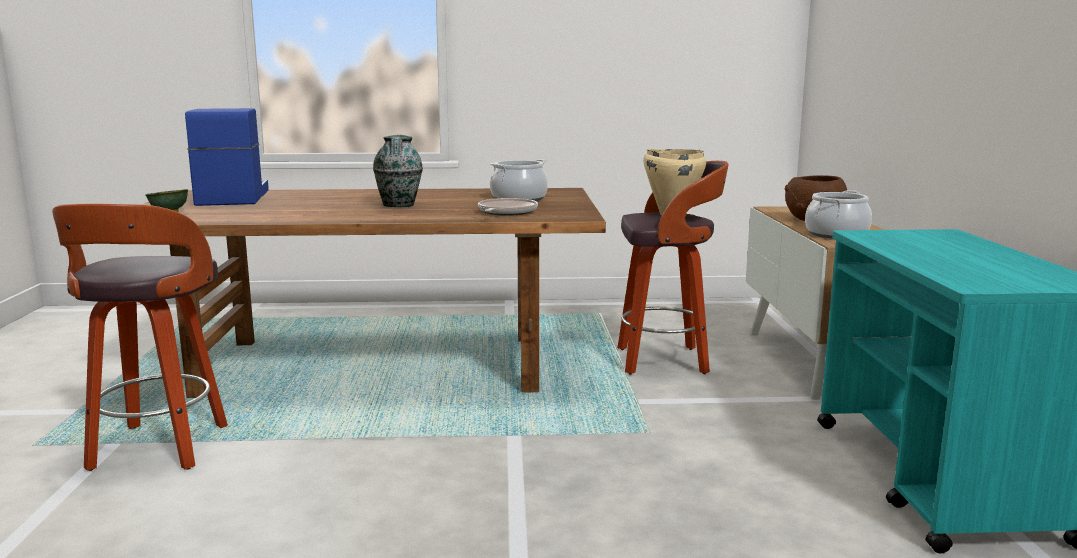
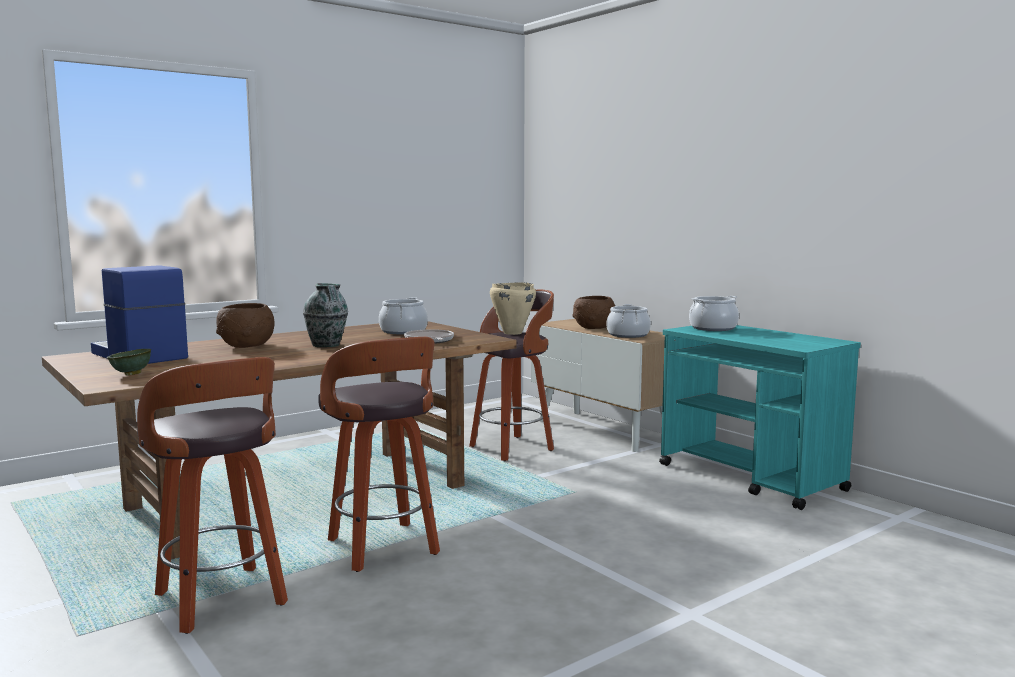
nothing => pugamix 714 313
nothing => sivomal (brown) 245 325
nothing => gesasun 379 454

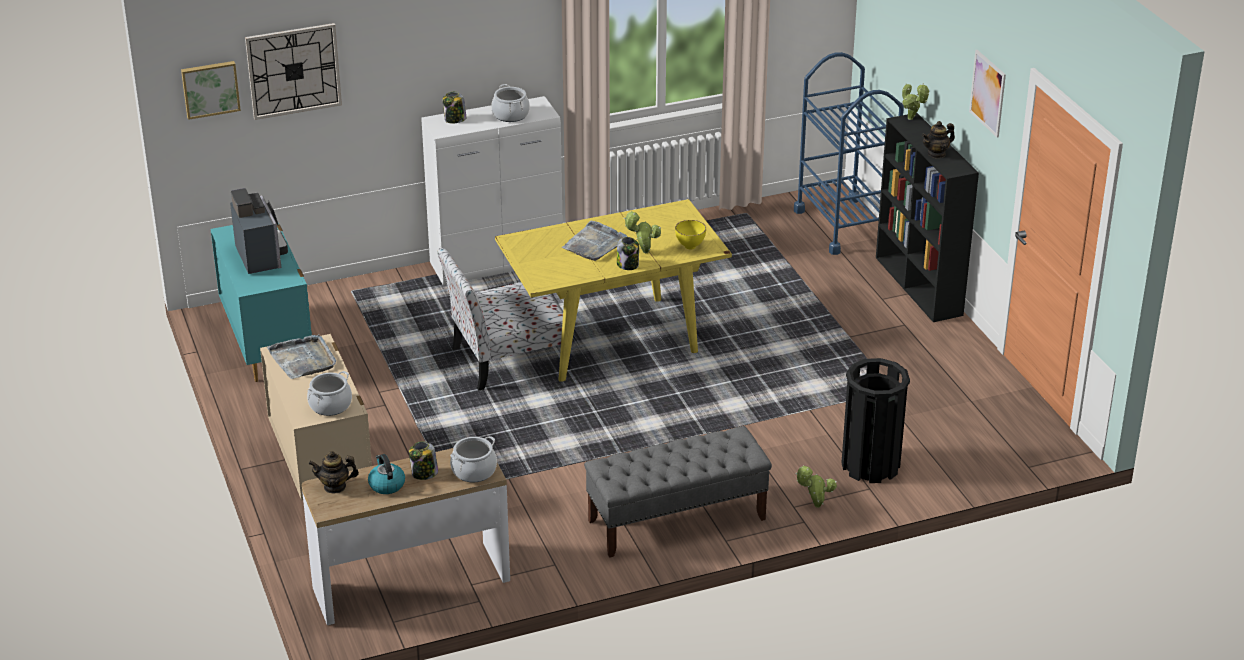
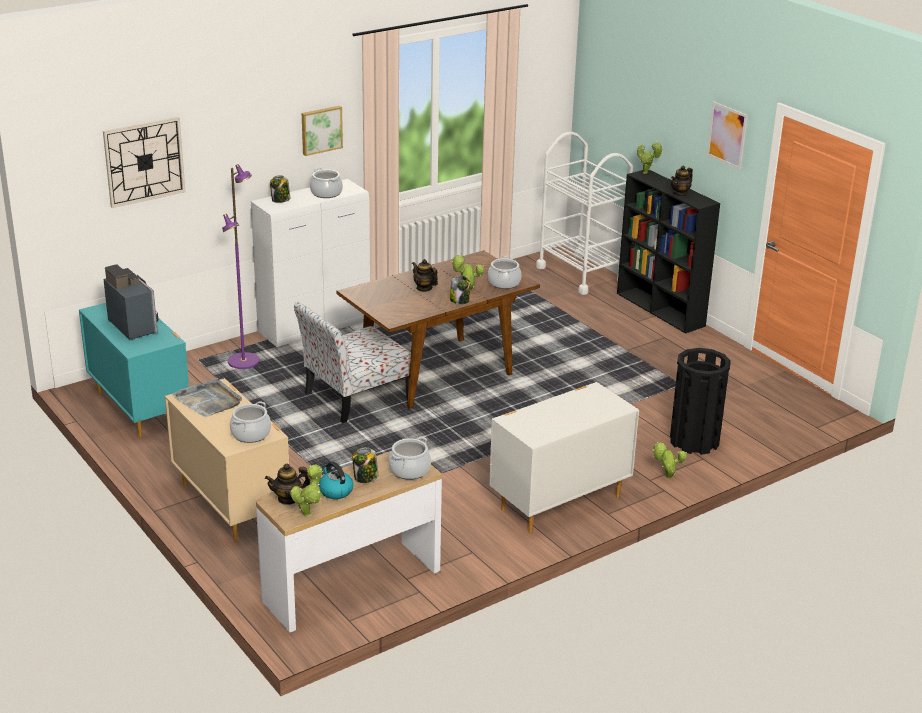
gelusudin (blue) 849 153 => gelusudin (white) 584 213
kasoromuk 211 90 => kasoromuk 322 131, shifted
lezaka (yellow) 613 290 => lezaka (brown) 438 329
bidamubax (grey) 594 240 => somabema 425 275
sivomal (yellow) 690 234 => pugamix 504 272
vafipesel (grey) 678 492 => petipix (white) 564 458
nothing => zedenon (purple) 240 266
nothing => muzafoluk 306 490

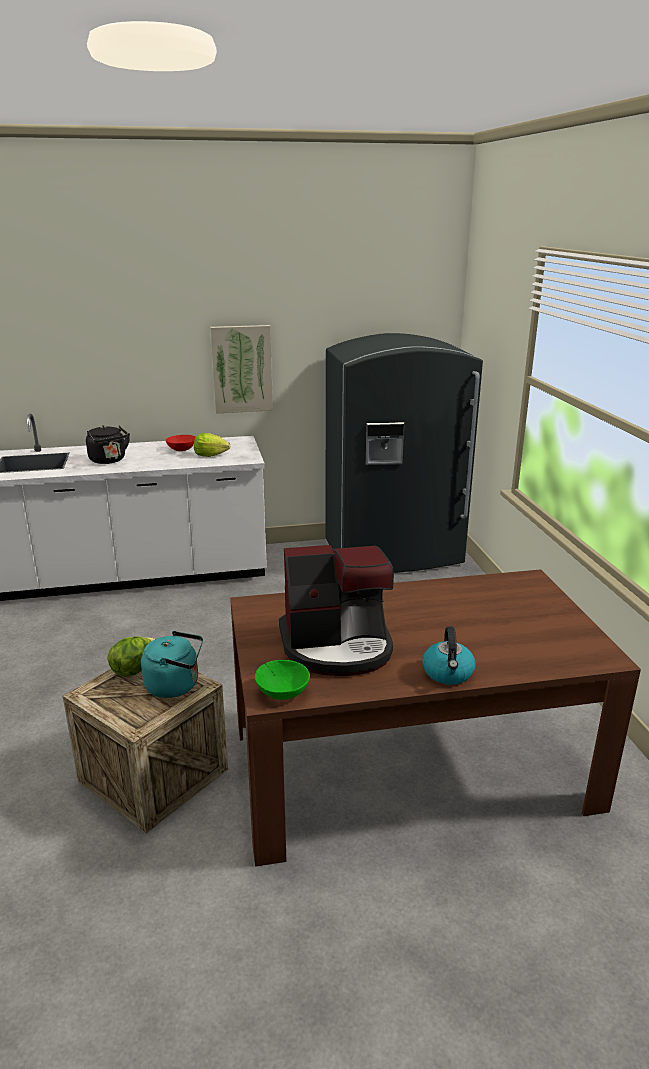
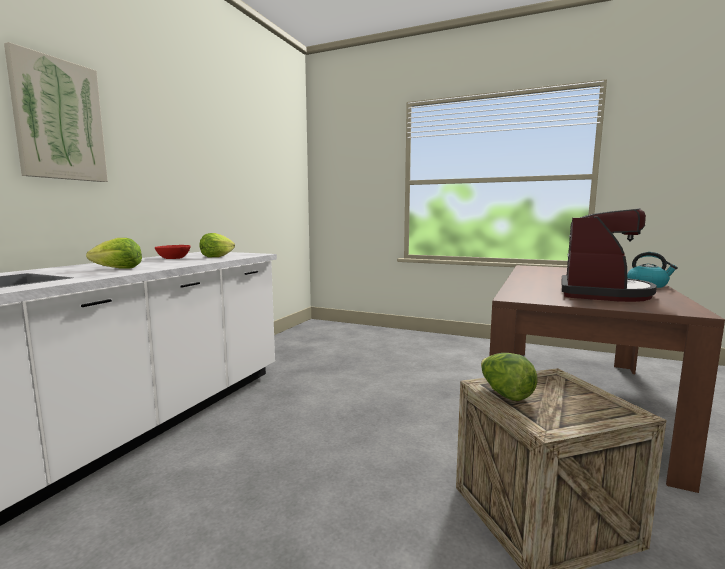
kasoromuk 241 369 => kasoromuk 56 112, shifted
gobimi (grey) 404 453 => nothing
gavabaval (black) 108 444 => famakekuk 114 253
gavabaval (turquoise) 172 664 => nothing
sivomal (green) 282 680 => nothing

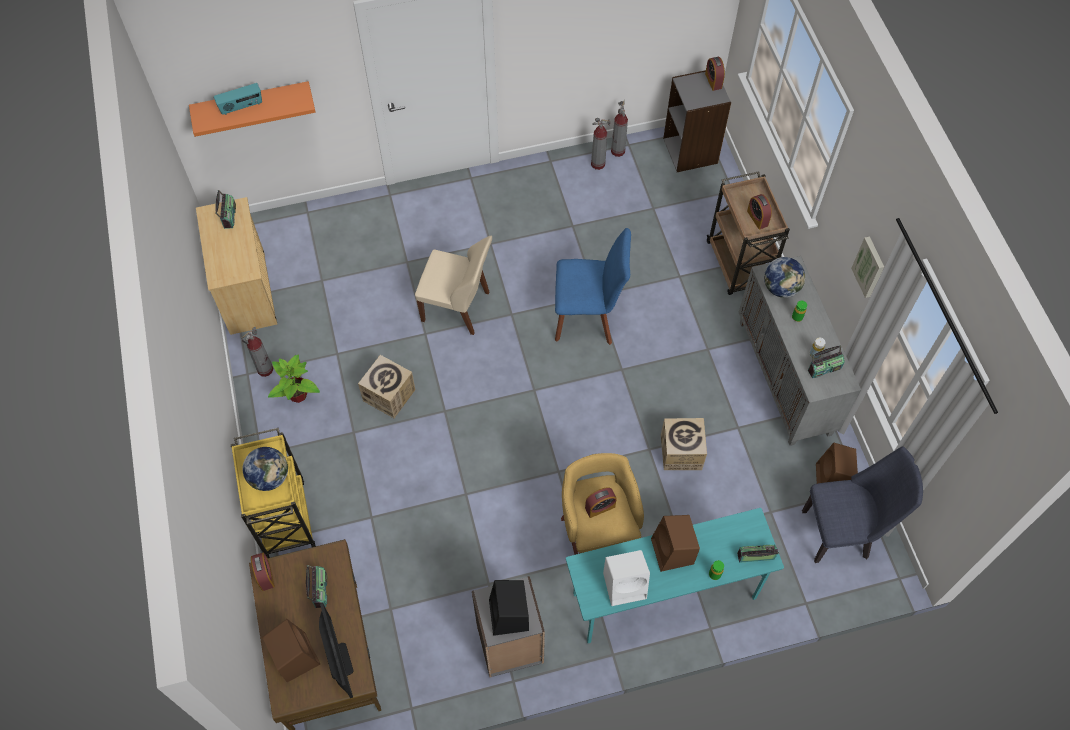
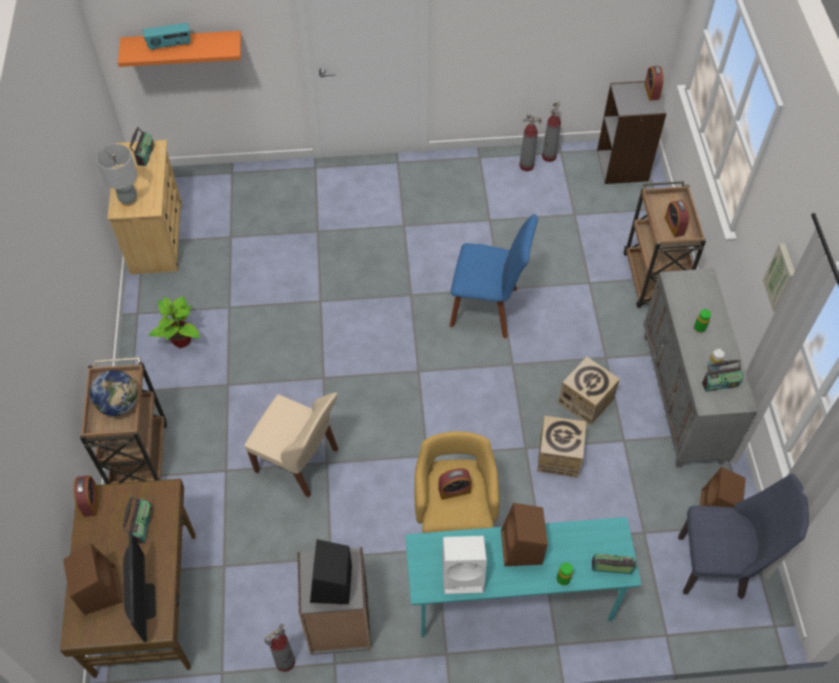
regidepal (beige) 453 285 => regidepal (beige) 291 445, shifted
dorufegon 785 277 => nothing
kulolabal 257 352 => kulolabal 279 647, shifted
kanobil 386 386 => kanobil 589 391, shifted
gelusudin (yellow) 273 493 => gelusudin (brown) 123 420
nothing => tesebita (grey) 117 175

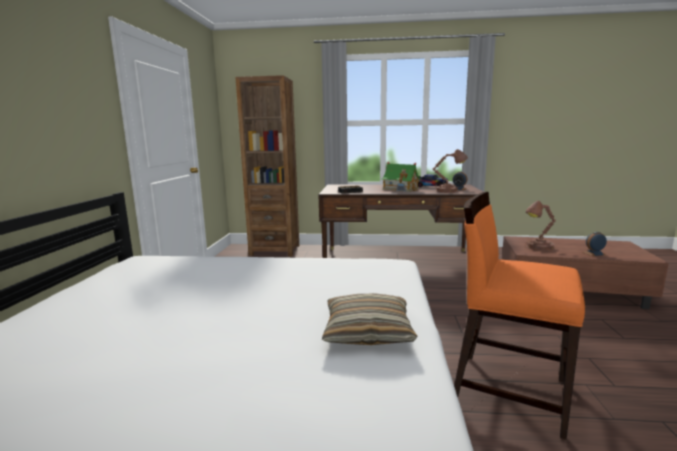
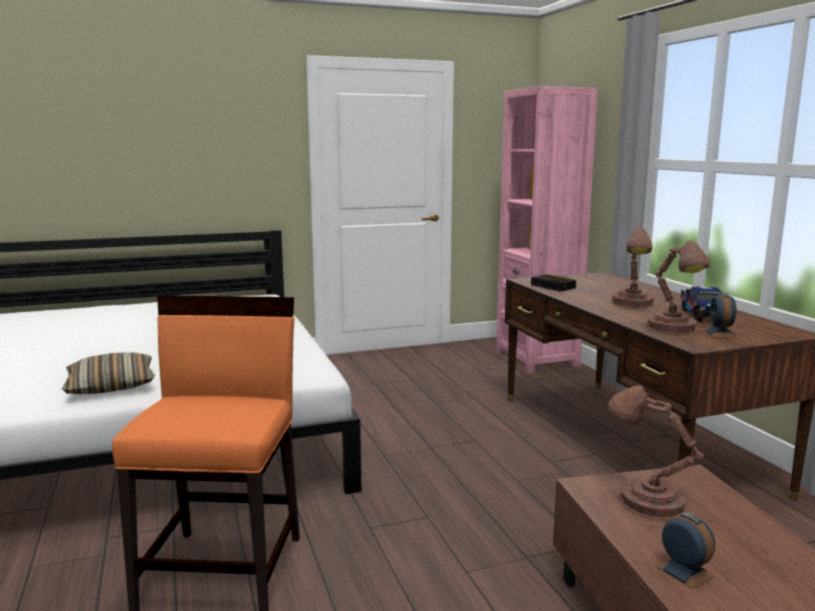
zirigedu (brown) 267 165 => zirigedu (pink) 547 229
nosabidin 400 177 => tesebita (brown) 633 267

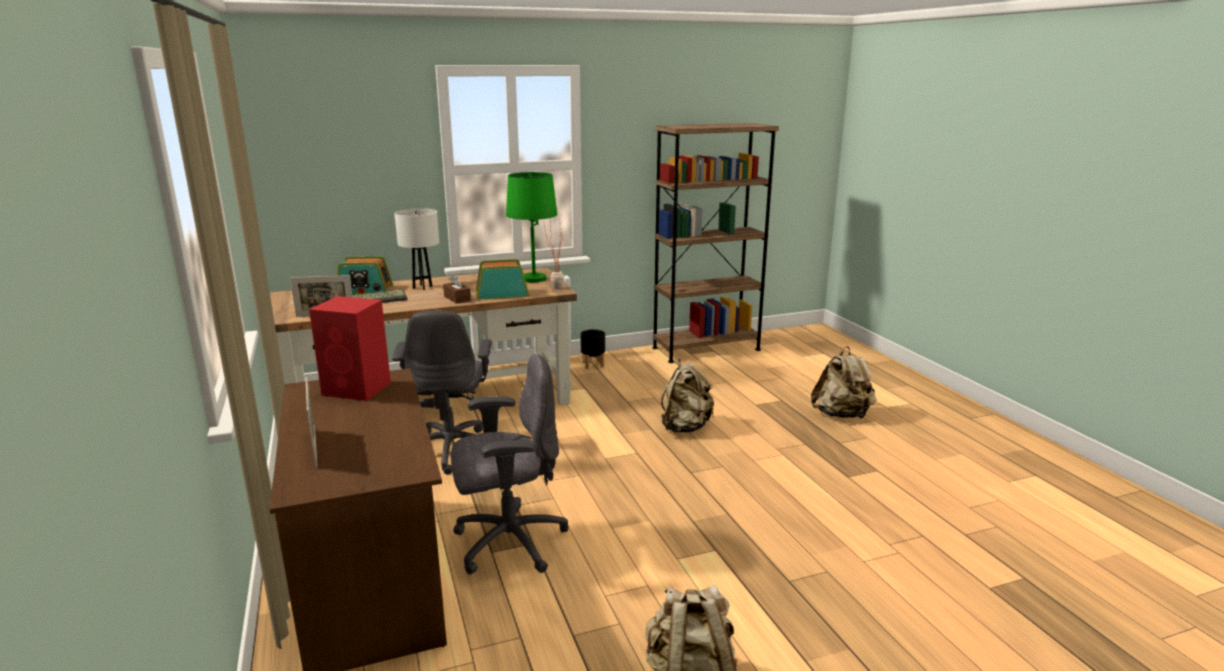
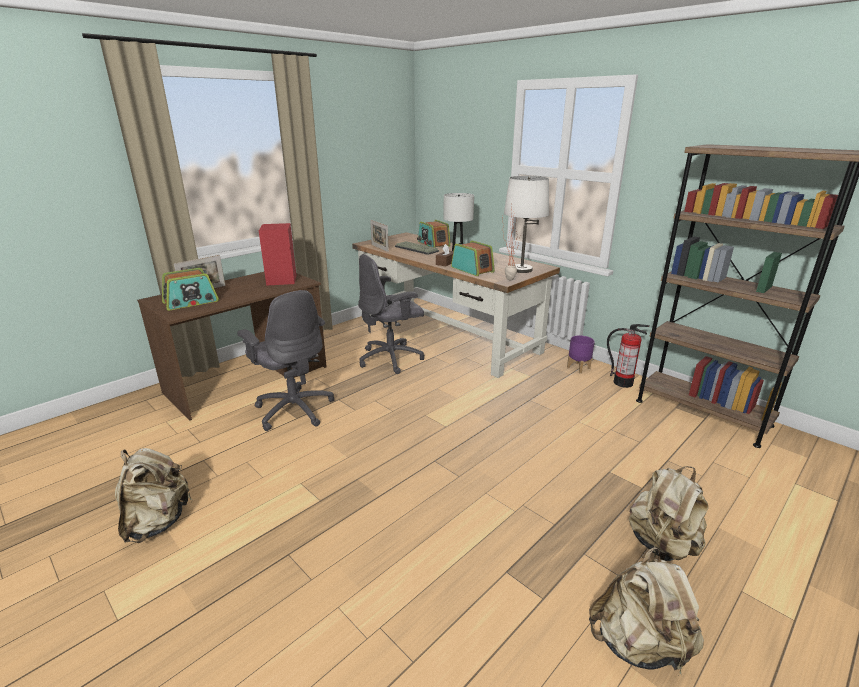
tesebita (green) 532 227 => tesebita (white) 526 224
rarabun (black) 592 349 => rarabun (purple) 581 354
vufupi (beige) 687 395 => vufupi (beige) 646 611, shifted
nothing => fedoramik 190 289
nothing => kulolabal 628 356

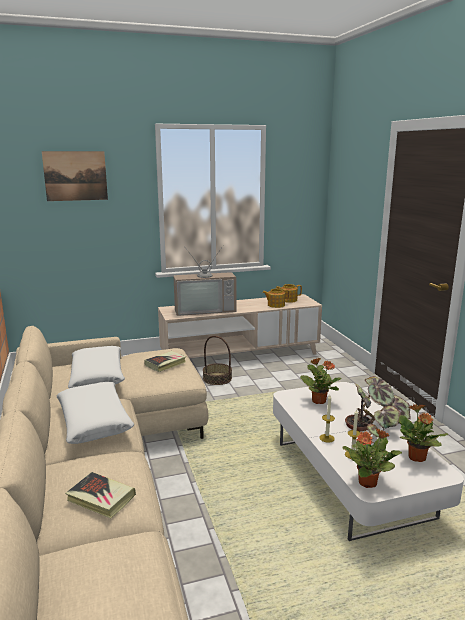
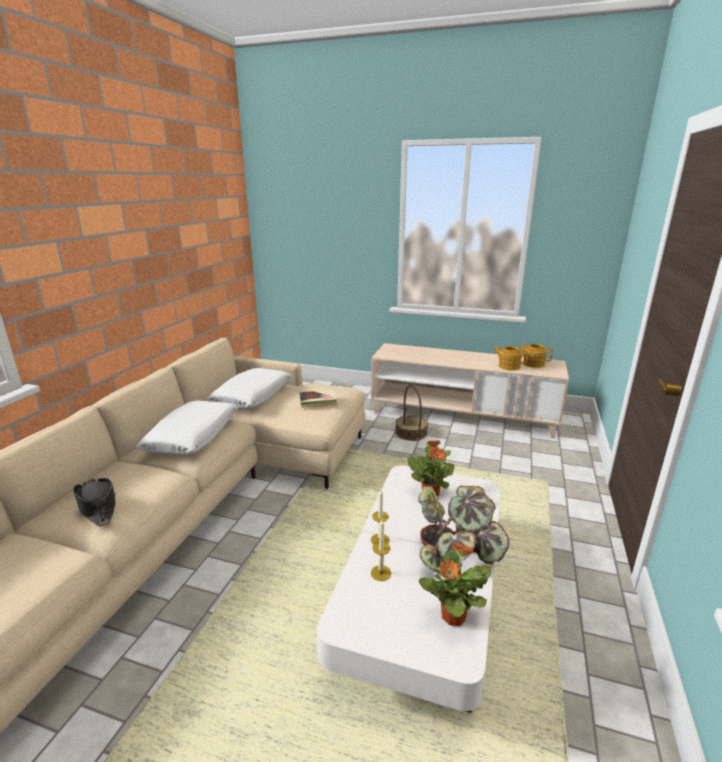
kasoromuk 75 176 => nothing
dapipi 205 280 => nothing
muzafoluk 372 458 => nothing
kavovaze 100 495 => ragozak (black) 94 502

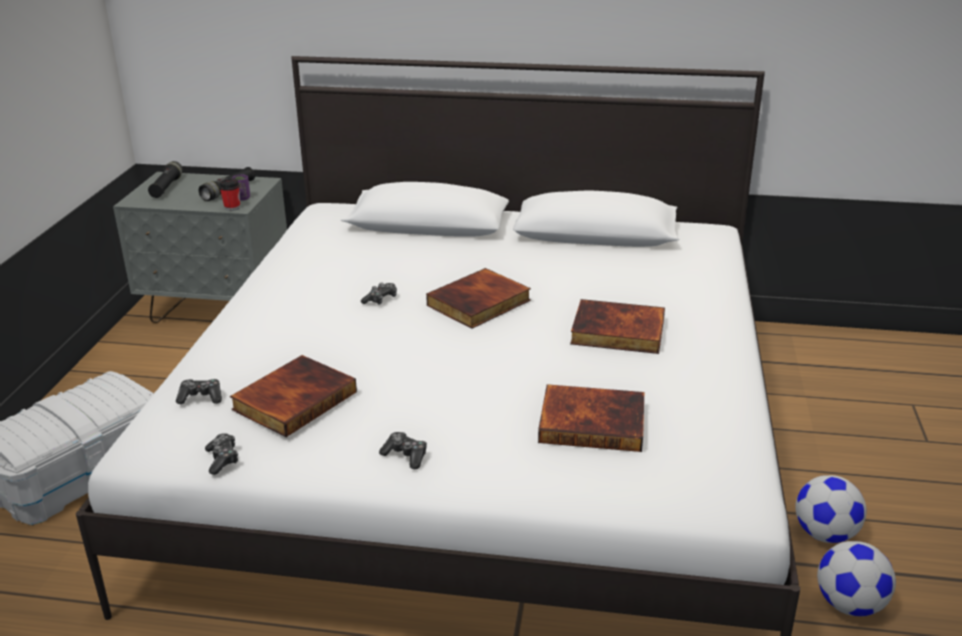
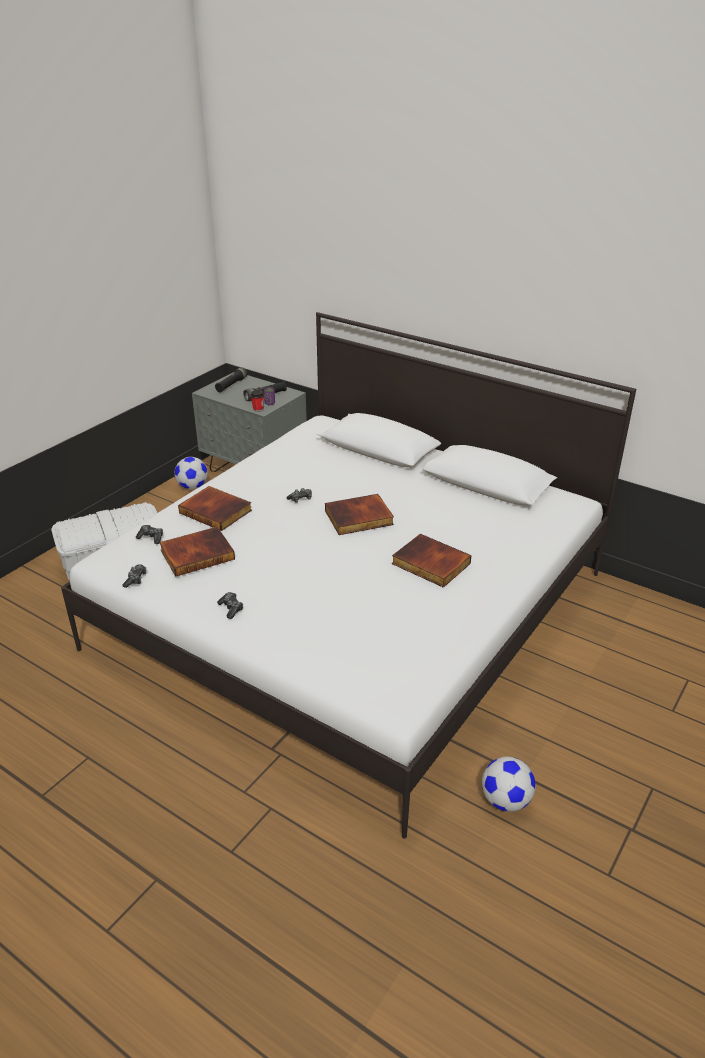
kavovaze 591 418 => kavovaze 215 508, shifted
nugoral 831 509 => nugoral 191 473, shifted

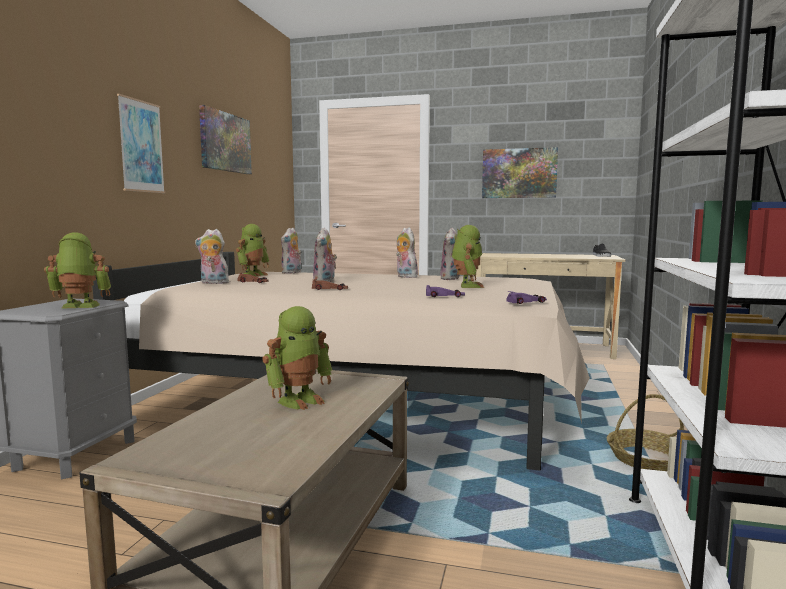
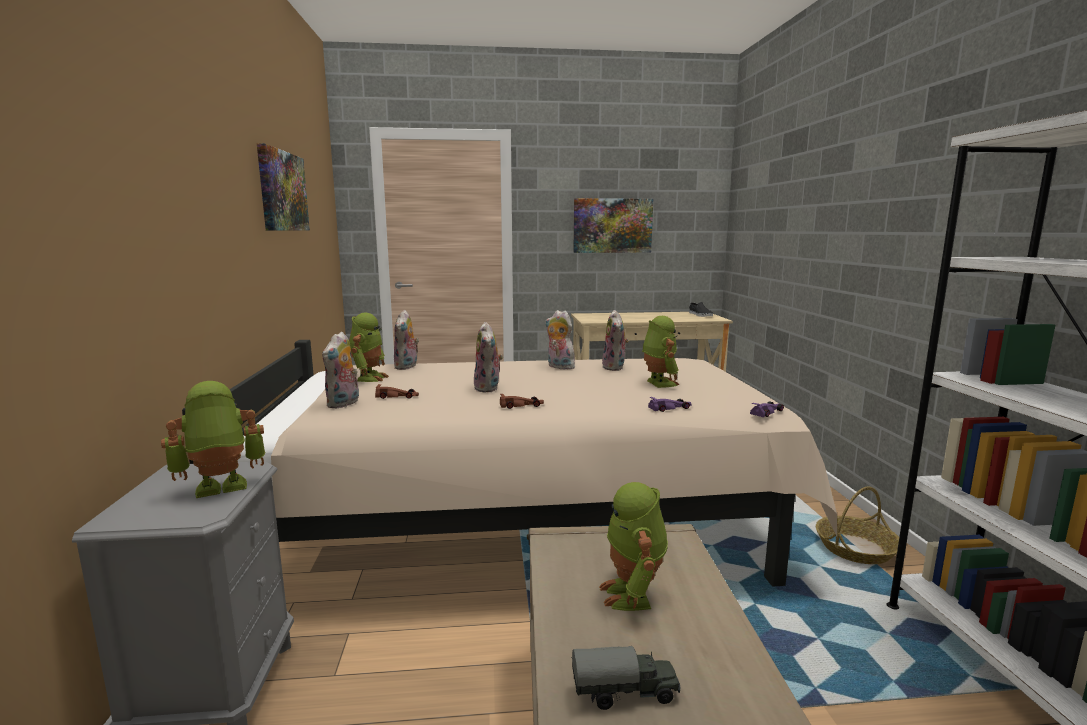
kasoromuk 141 143 => nothing
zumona 212 256 => zumona 340 370, 60 degrees counterclockwise
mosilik 297 358 => mosilik 633 546, 150 degrees clockwise
nothing => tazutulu 626 678

